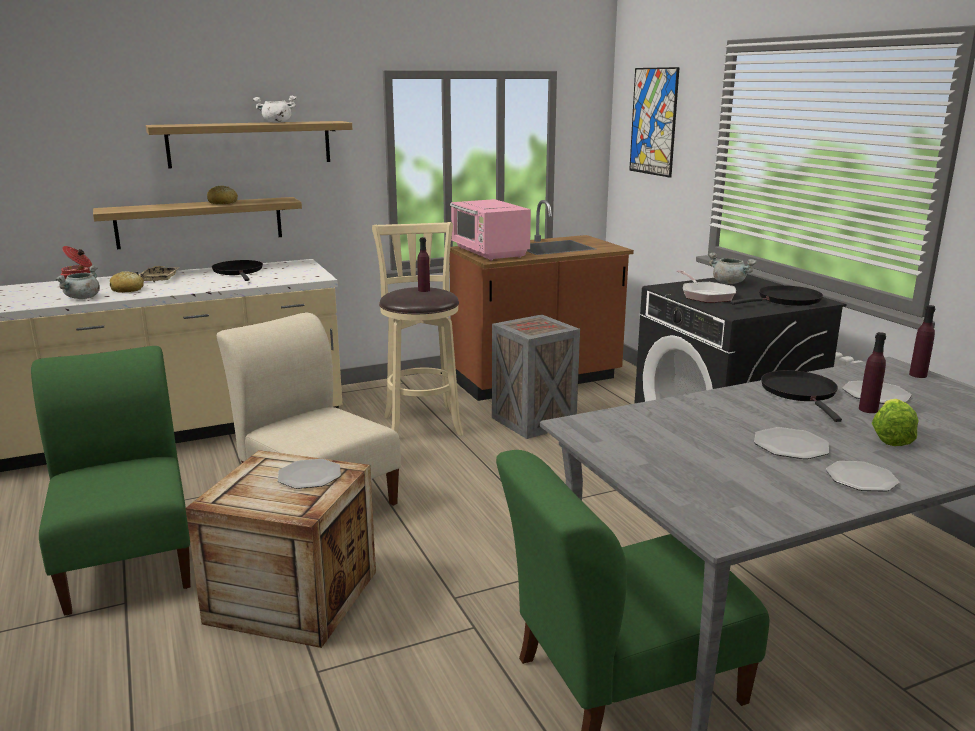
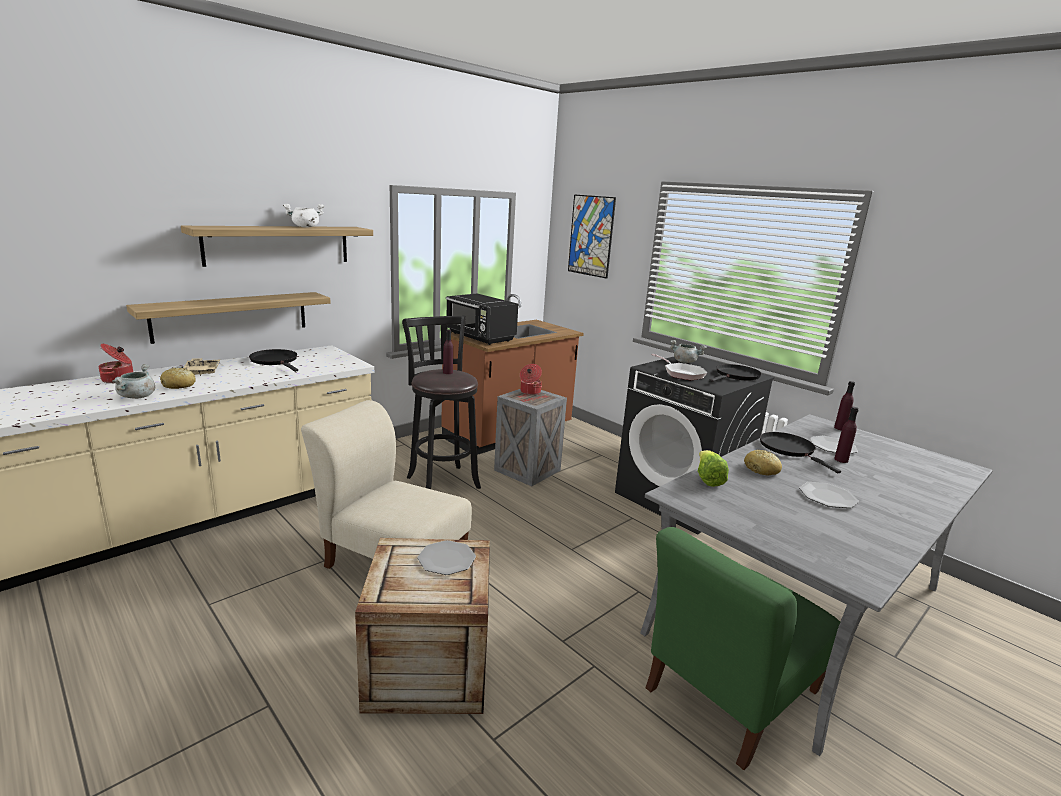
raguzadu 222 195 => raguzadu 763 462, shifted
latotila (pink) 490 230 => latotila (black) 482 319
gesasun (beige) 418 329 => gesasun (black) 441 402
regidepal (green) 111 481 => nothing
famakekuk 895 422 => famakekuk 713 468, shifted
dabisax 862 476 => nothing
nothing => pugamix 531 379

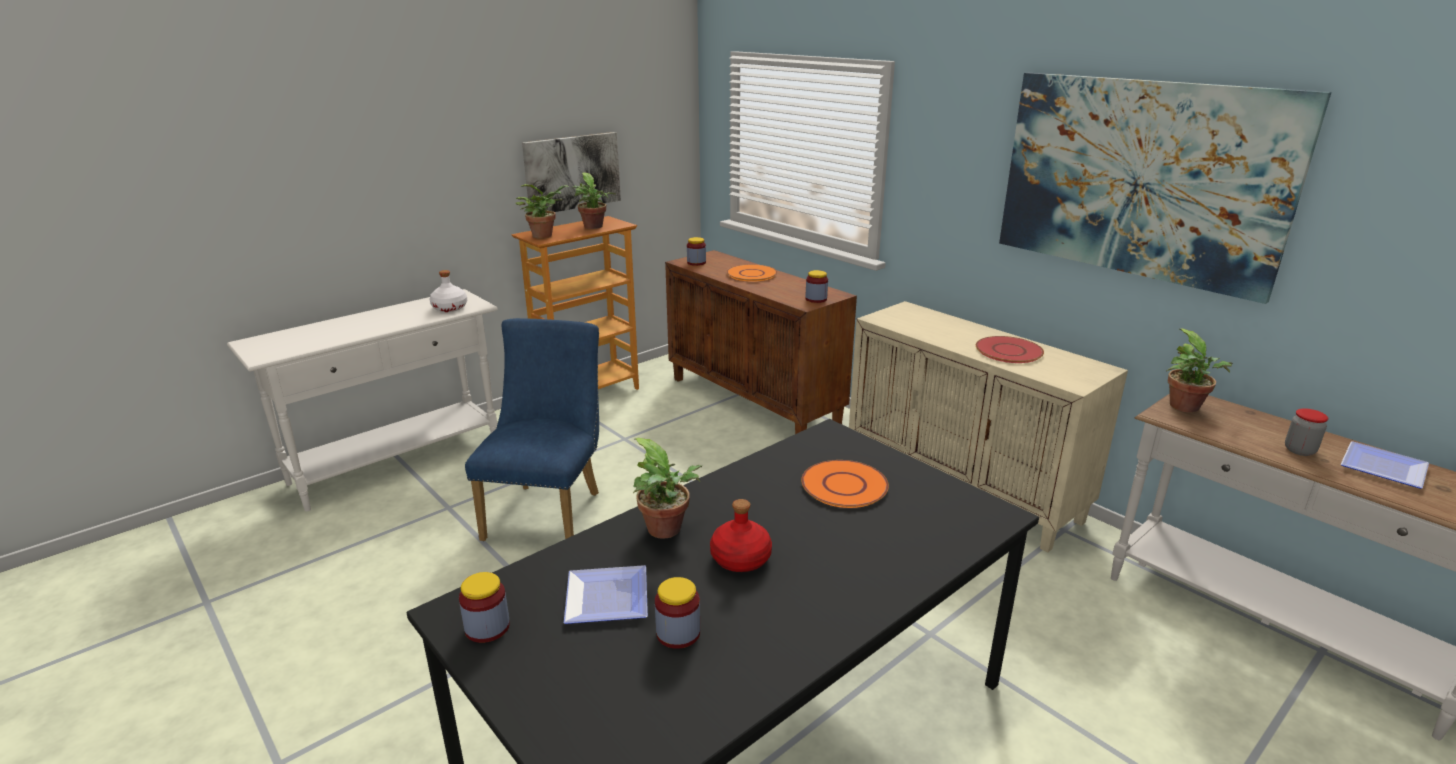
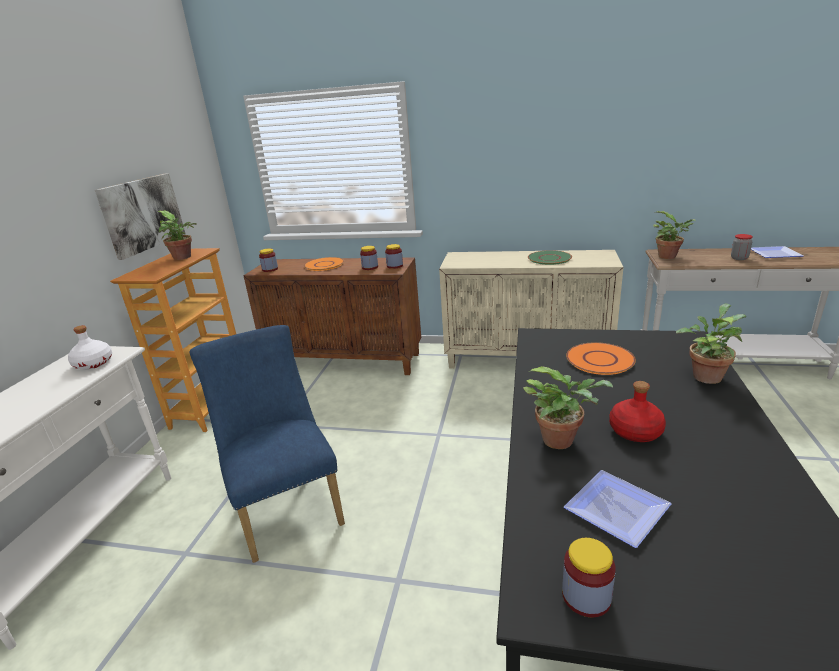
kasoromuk 1165 188 => nothing
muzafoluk 542 211 => muzafoluk 711 344, shifted
dabisax (red) 1010 349 => dabisax (green) 550 257
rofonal 677 613 => rofonal 369 258, shifted

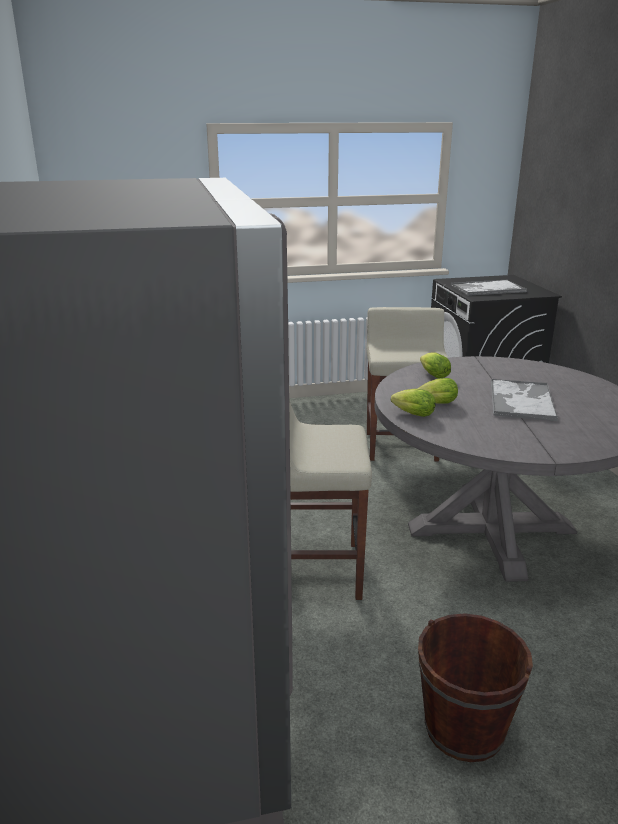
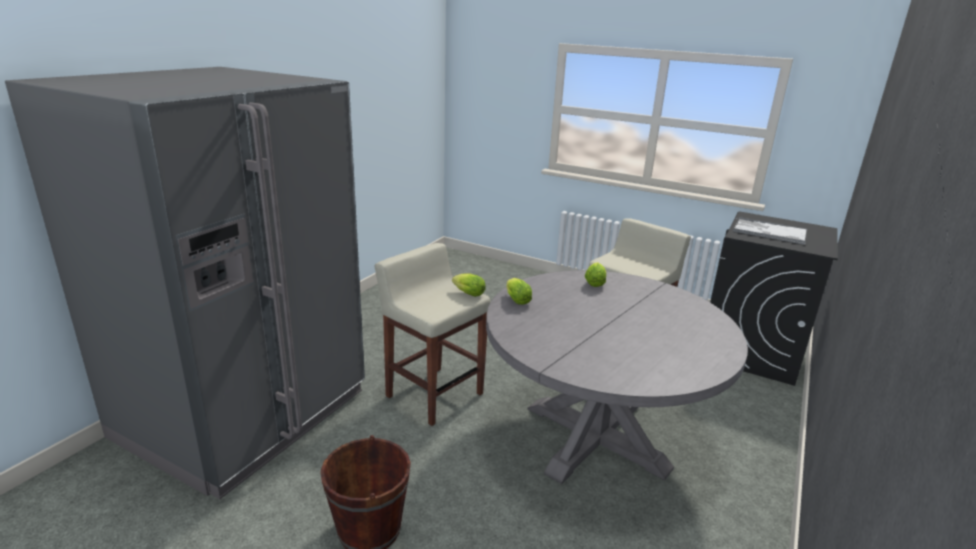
famakekuk 437 391 => famakekuk 469 285, shifted
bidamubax 524 400 => nothing

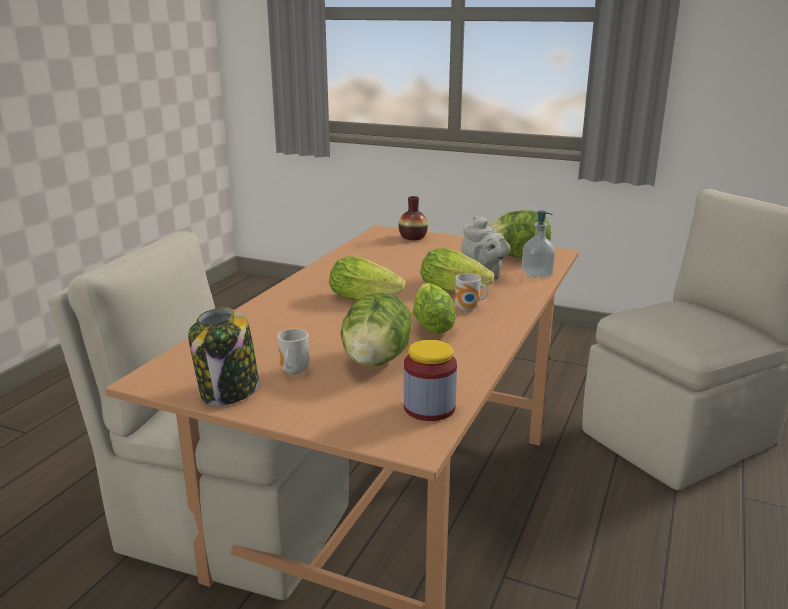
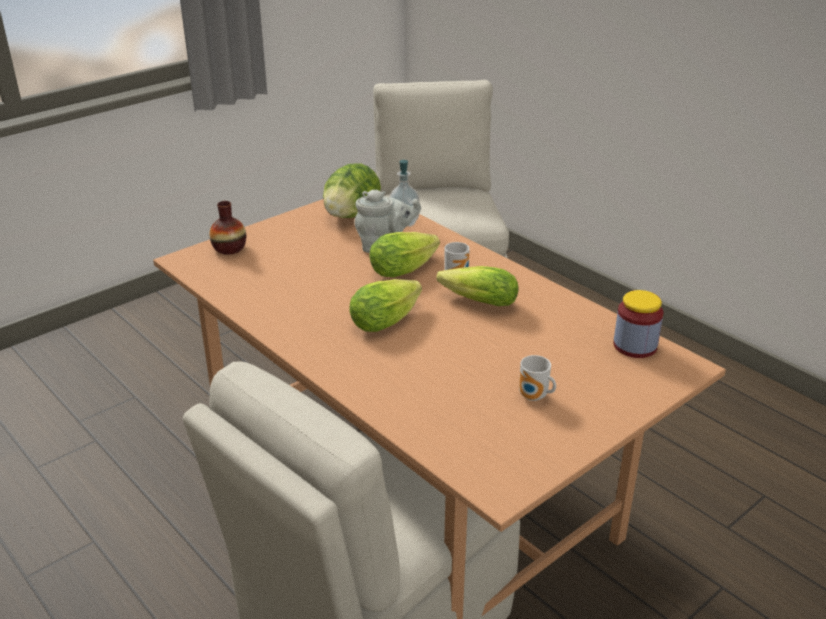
famakekuk 376 329 => nothing
rofonal 223 356 => nothing

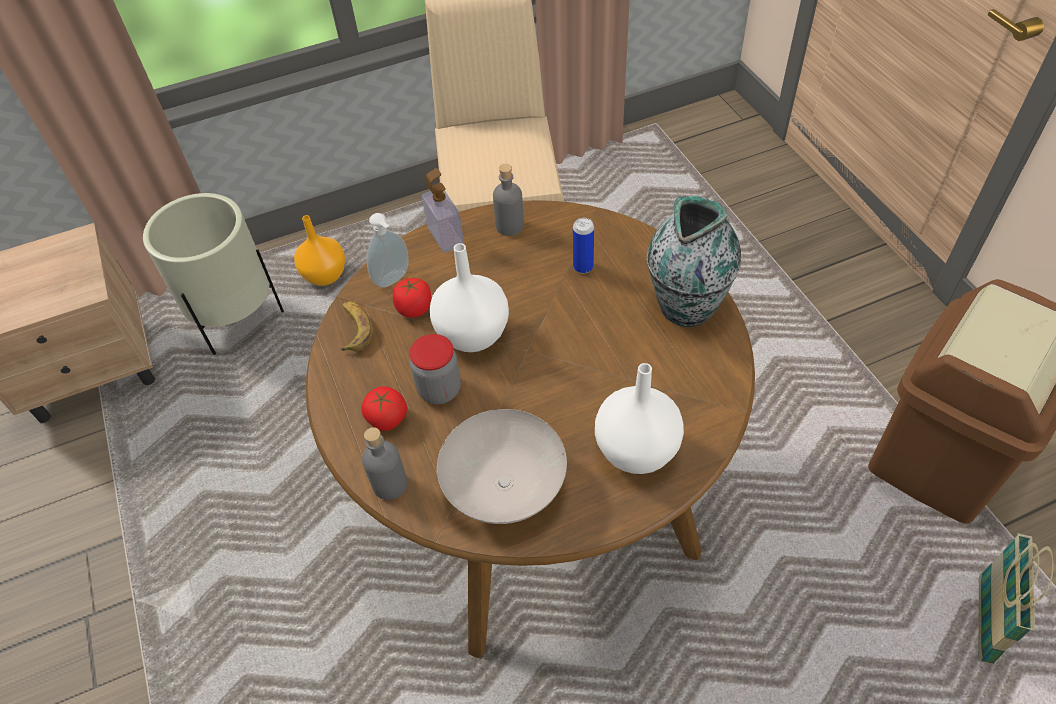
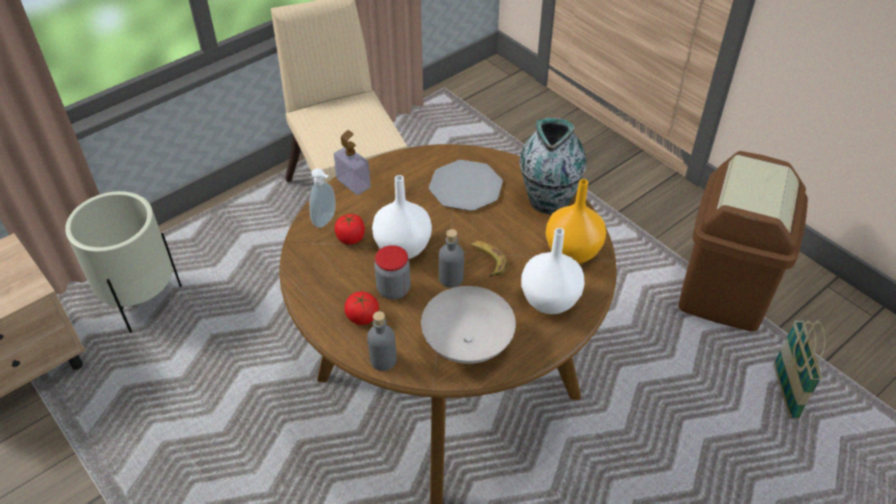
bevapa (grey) 508 200 => bevapa (grey) 451 258, shifted
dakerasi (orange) 319 250 => dakerasi (orange) 576 221, shifted
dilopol 583 245 => dabisax 466 185
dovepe 356 326 => dovepe 489 259, shifted

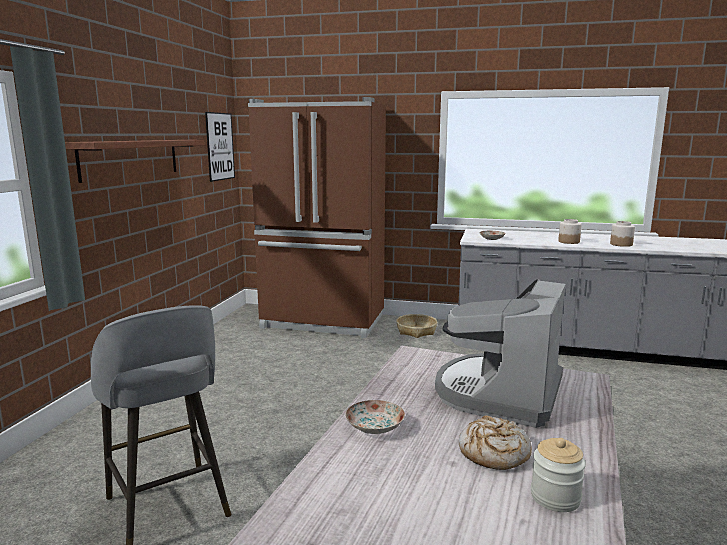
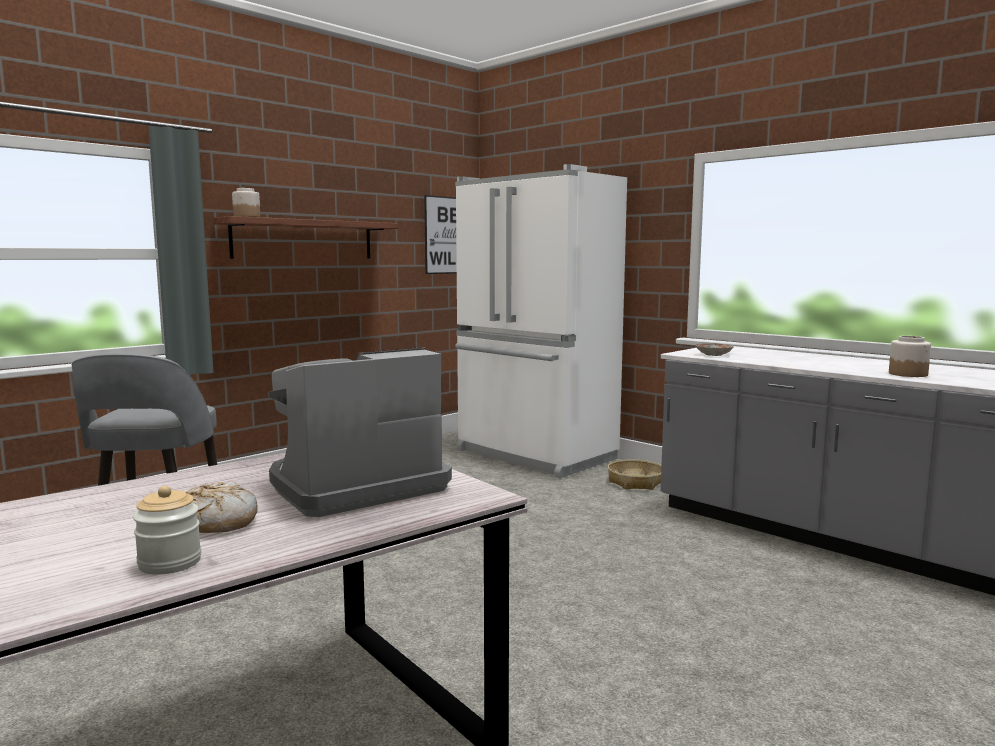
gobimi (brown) 317 217 => gobimi (white) 541 321
rofonal 570 231 => rofonal 246 202, shifted
dabisax 375 417 => nothing

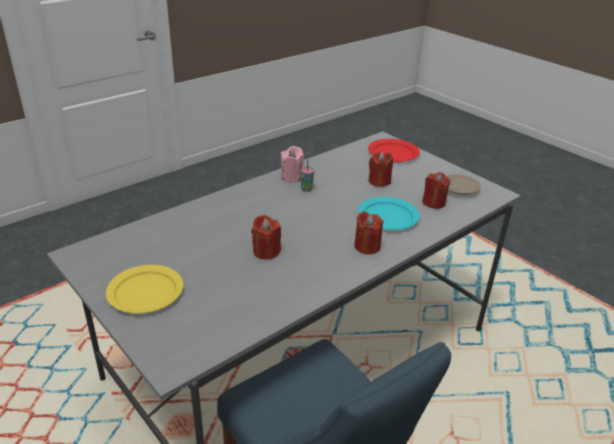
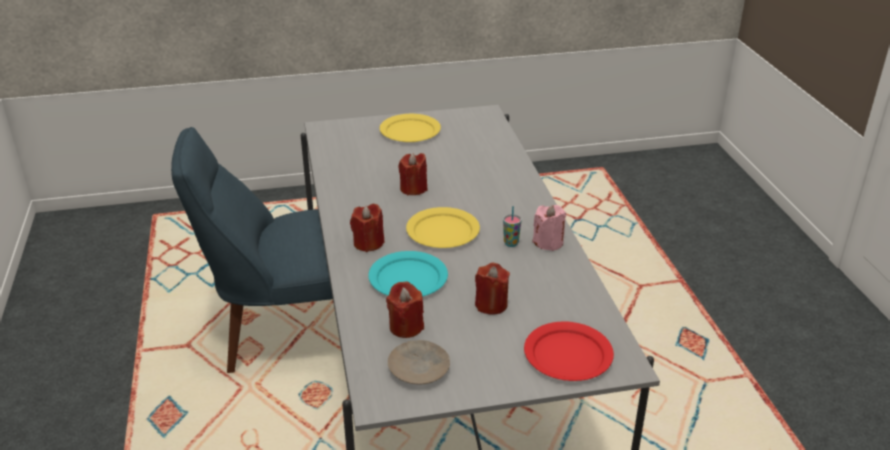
nothing => dabisax (yellow) 443 227

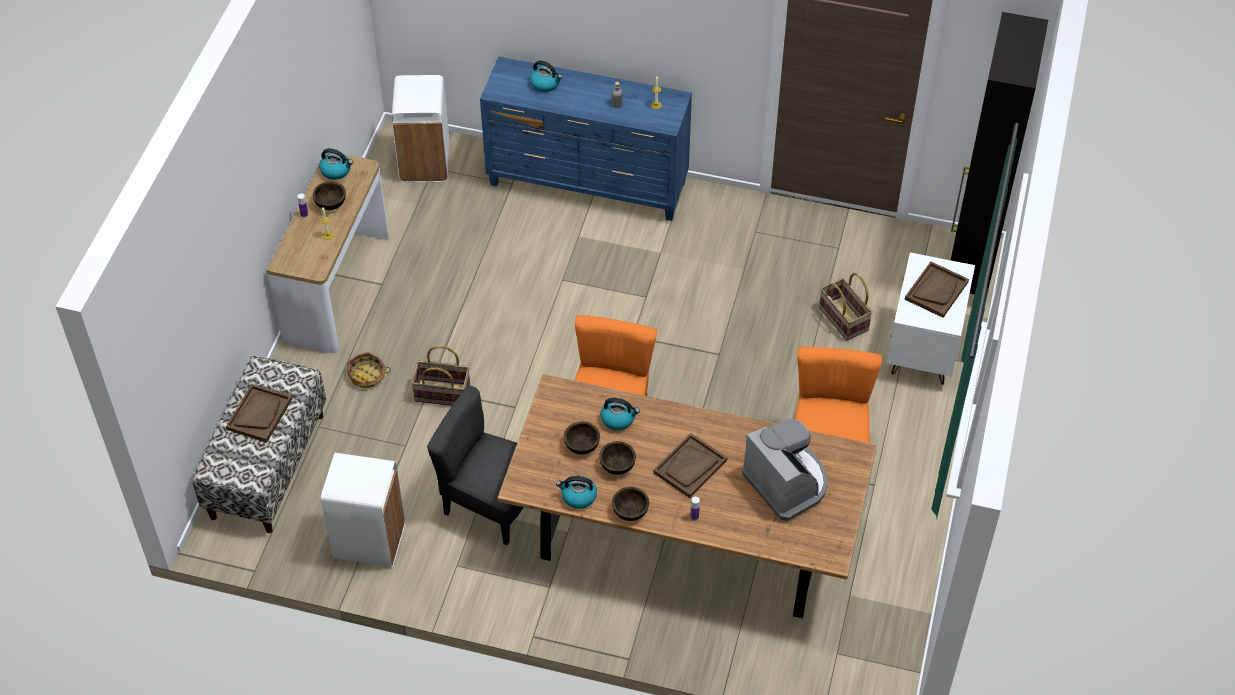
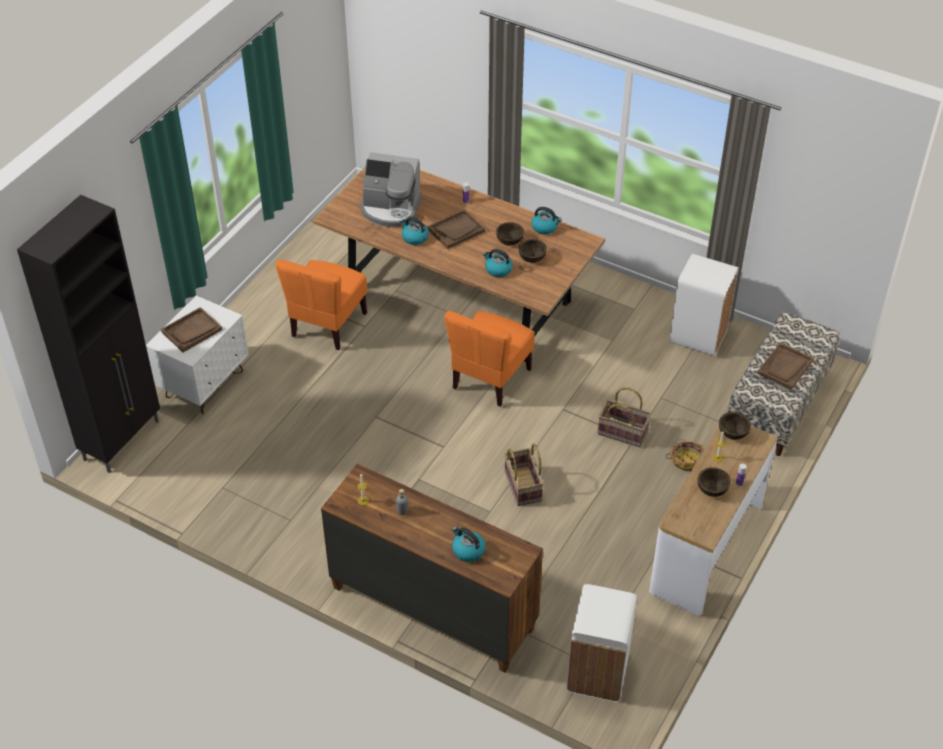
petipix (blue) 586 139 => petipix (brown) 432 568
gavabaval 336 164 => gavabaval 414 231, shifted
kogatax 846 307 => kogatax 524 474, shifted
regidepal (grey) 475 465 => nothing
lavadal 785 470 => lavadal 391 189, 60 degrees counterclockwise
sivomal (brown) 630 504 => sivomal (brown) 735 426, shifted

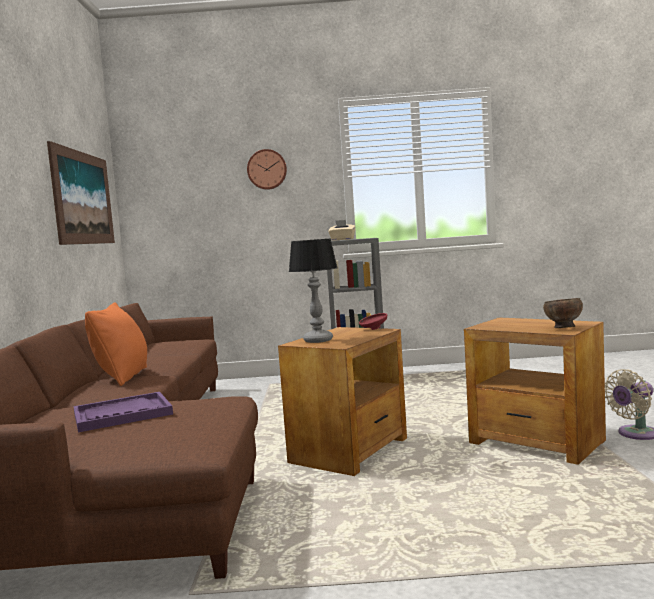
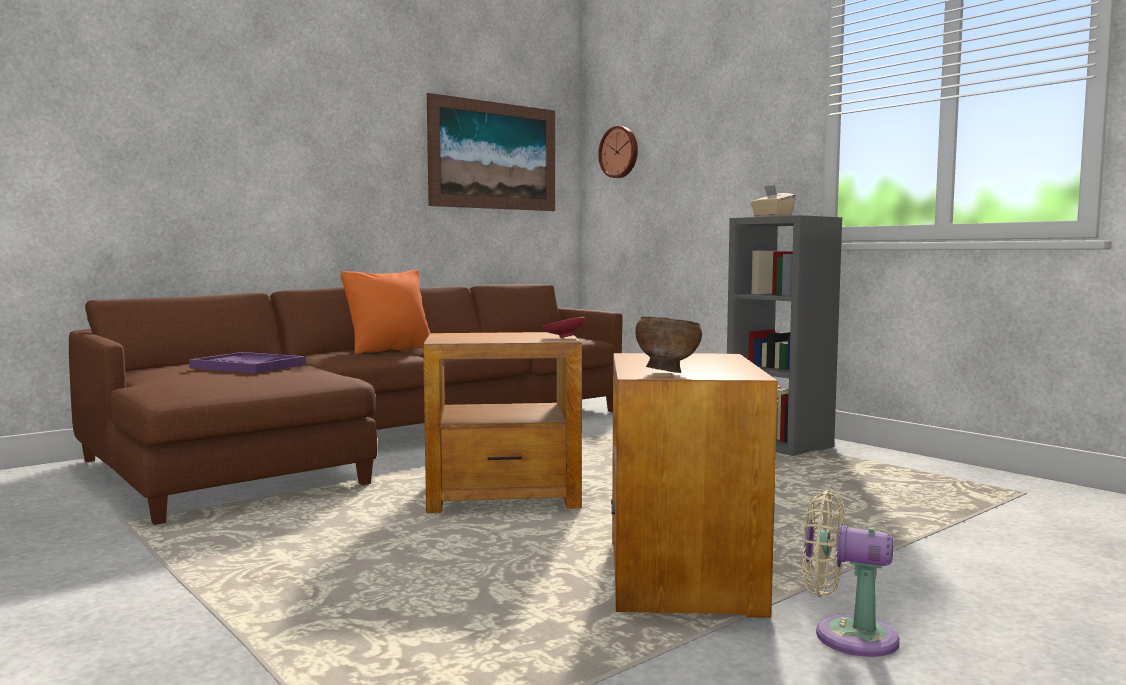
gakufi 267 169 => gakufi 618 152, shifted
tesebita 313 290 => nothing

